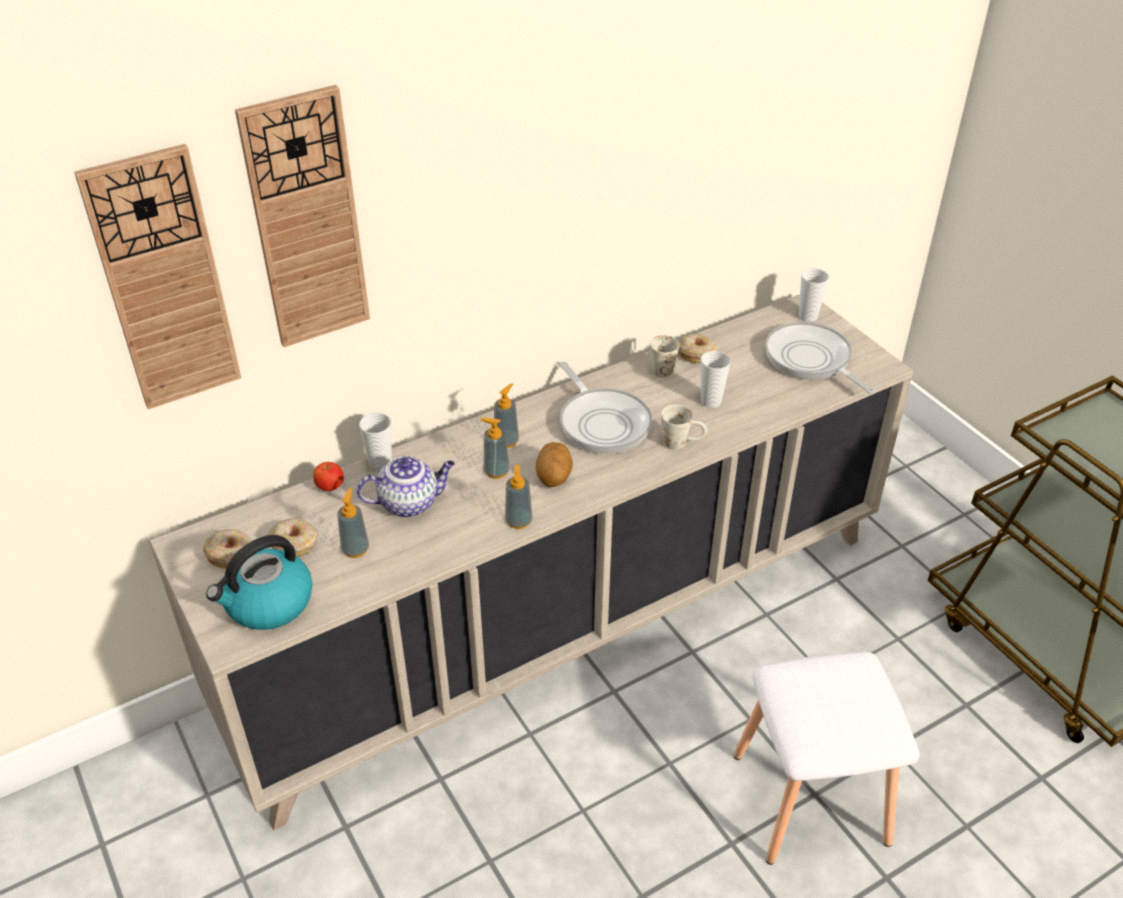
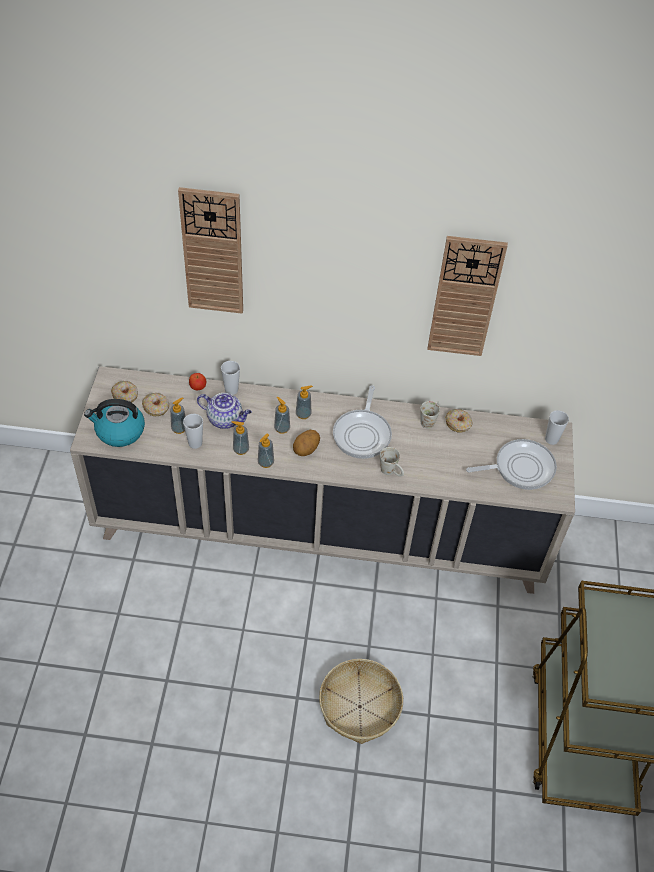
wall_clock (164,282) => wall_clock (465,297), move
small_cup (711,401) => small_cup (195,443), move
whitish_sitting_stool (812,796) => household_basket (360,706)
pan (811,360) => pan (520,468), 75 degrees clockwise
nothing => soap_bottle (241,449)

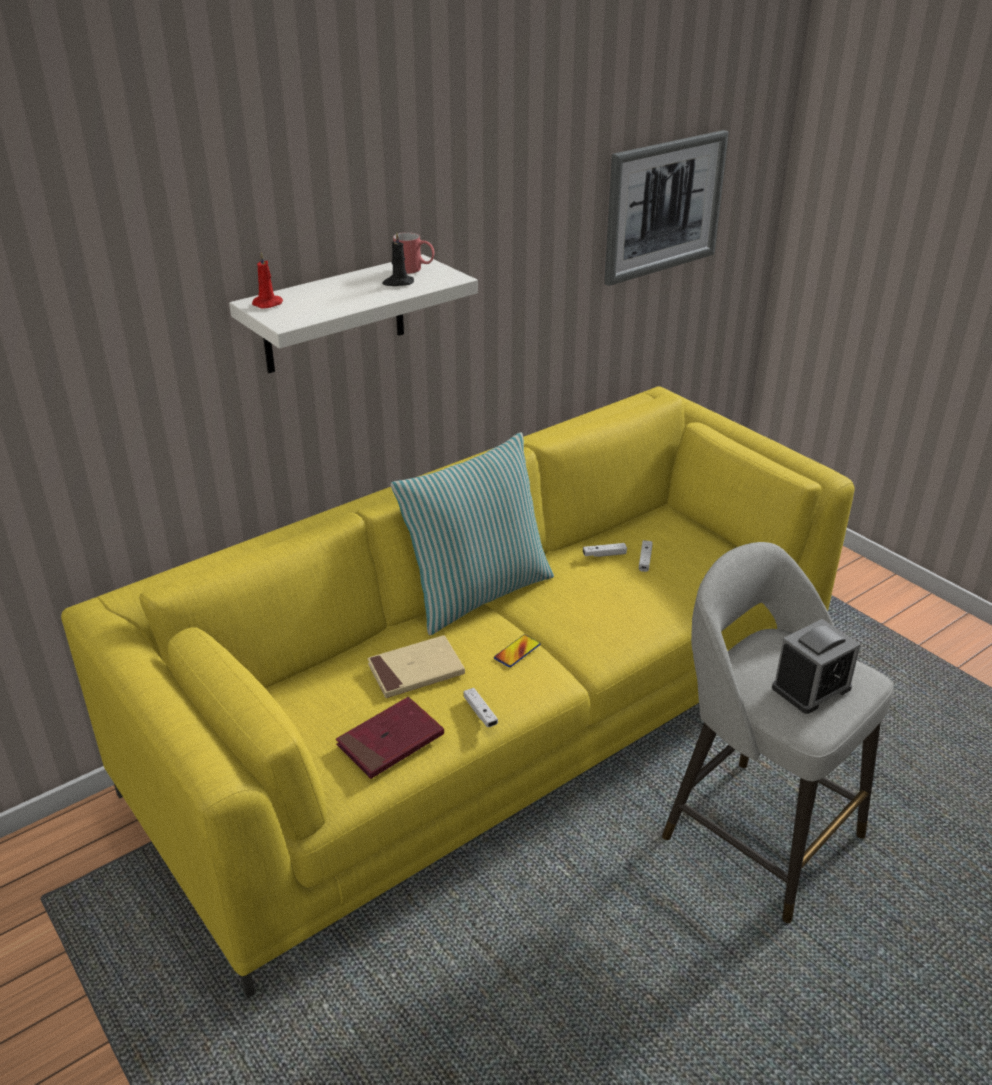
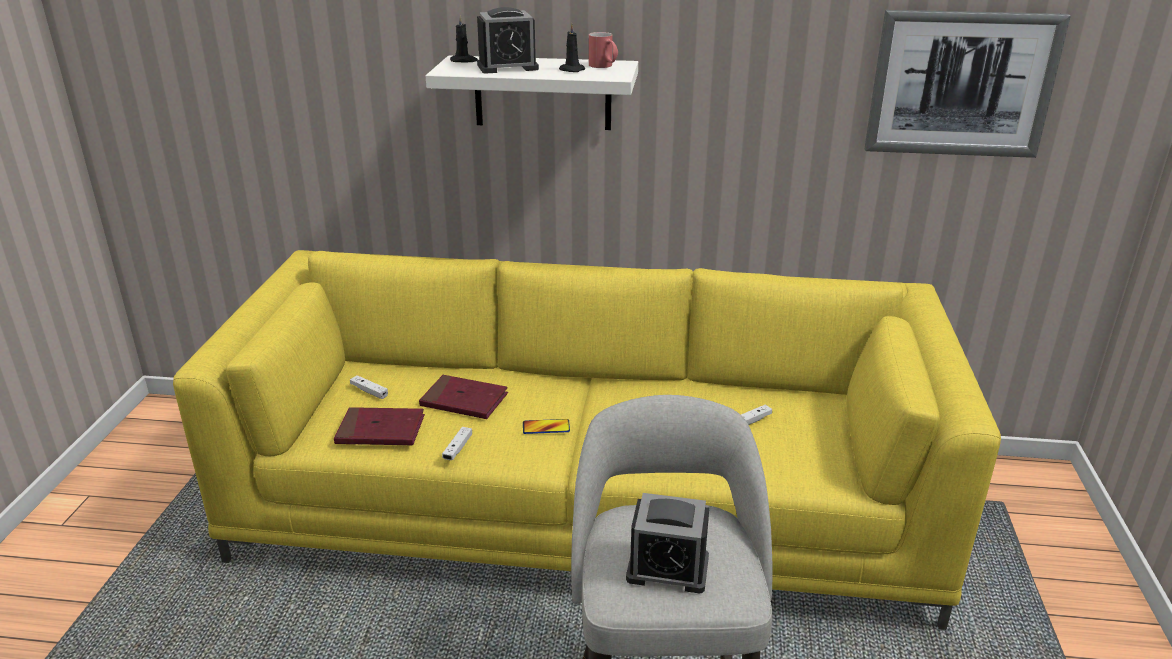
reddish_wax_candle (268,304) => blackish_wax_candle (464,61)
sand-coloured_bound_book (416,670) => reddish_bound_book (464,401)
cushion (477,592) => nothing
whitish_joypad (604,554) => whitish_joypad (369,391), move
nothing => bedside_clock (507,67)

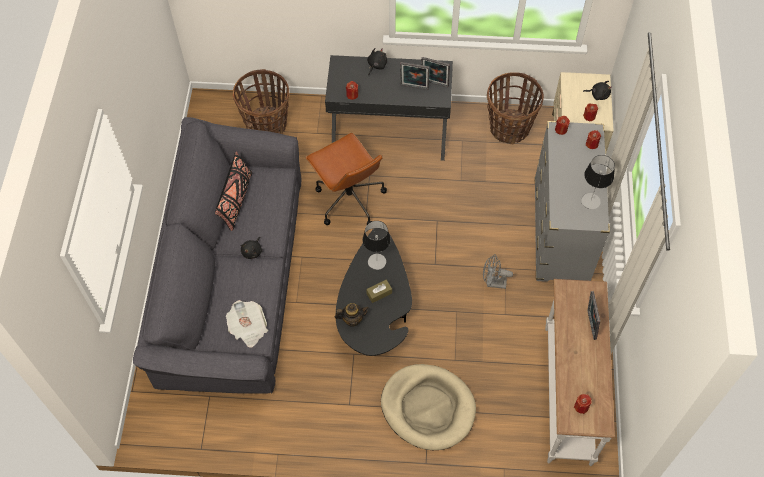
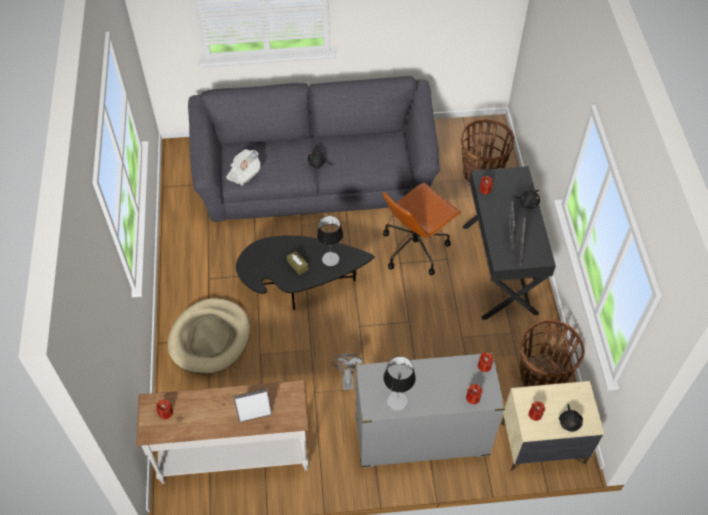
blackish_cushion (236,200) => nothing
teapot (352,319) => nothing

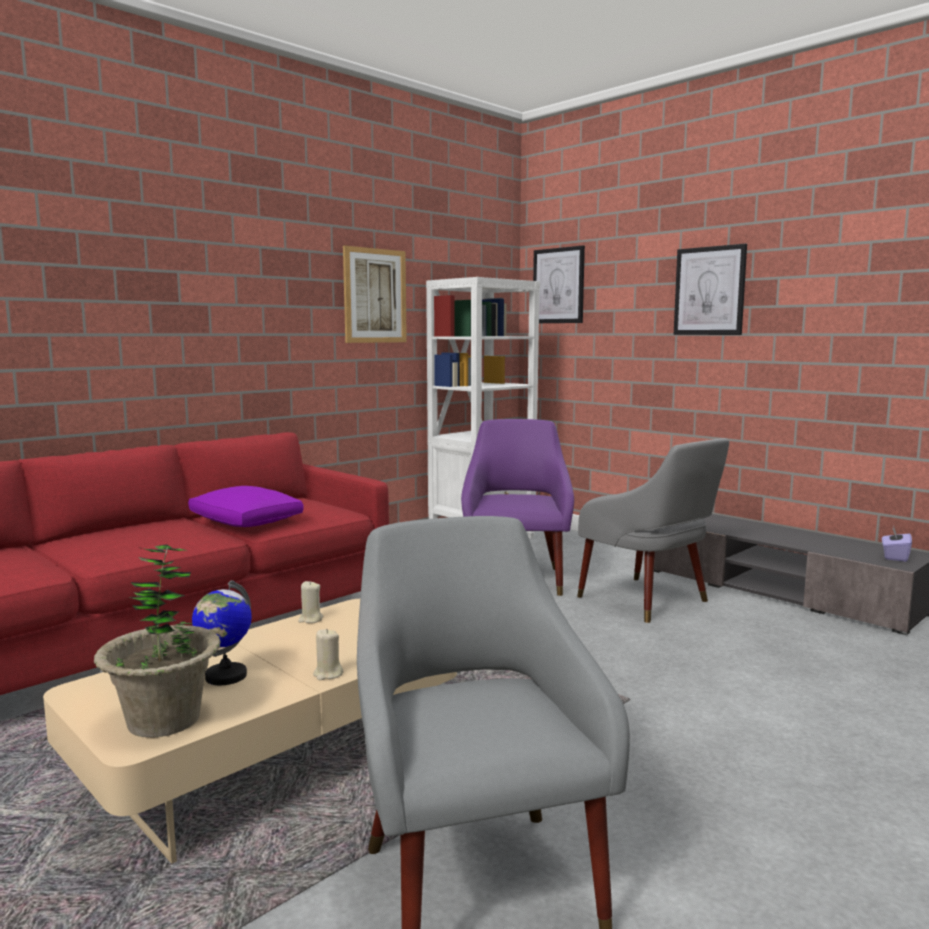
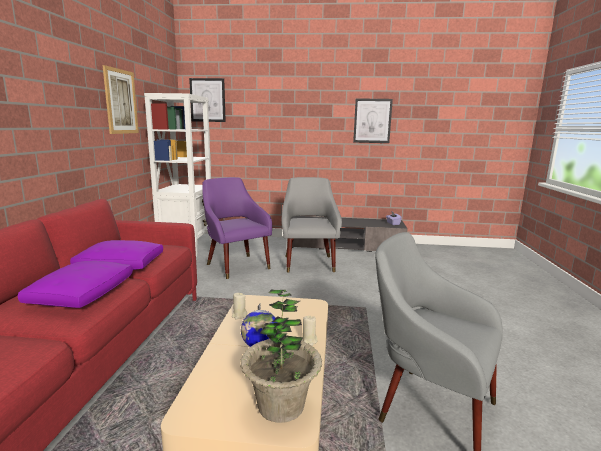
greyish_lounge_chair (649,601) => greyish_lounge_chair (309,262), 105 degrees counterclockwise
wall_art (709,291) => wall_art (372,121), move
nothing => purple_cushion (83,295)

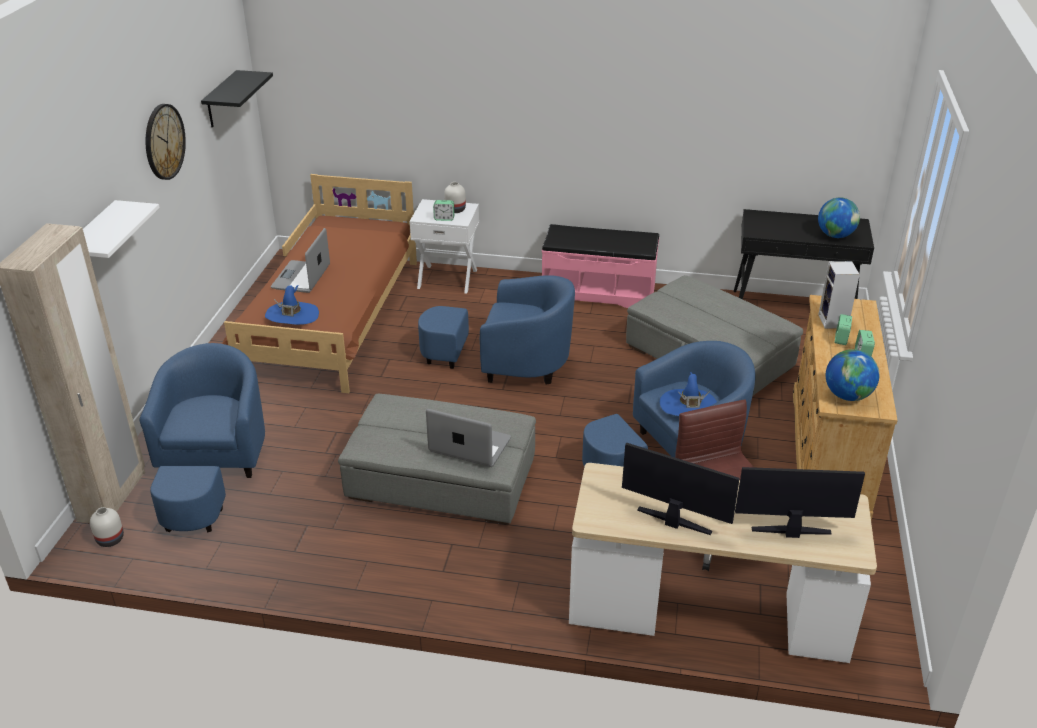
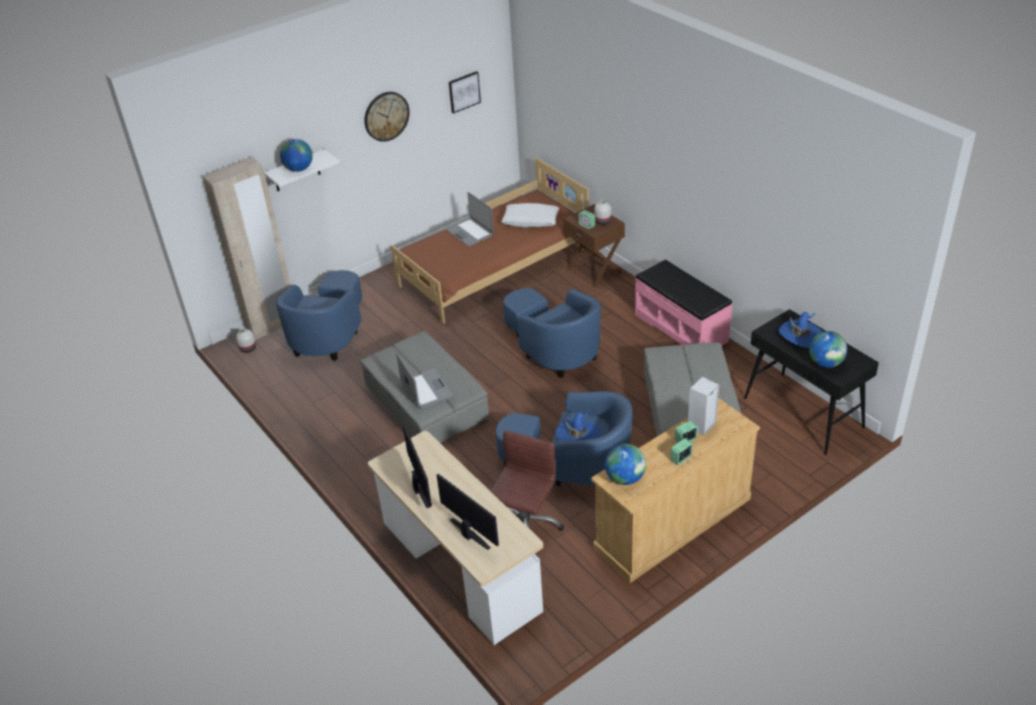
bluish_lounge_chair (211,470) => bluish_lounge_chair (328,334), 150 degrees clockwise
blackish_bracket_shelf (221,100) => wall_art (464,91)
bluish_clothing_hat (292,316) => bluish_clothing_hat (801,335), move
portable_computer (302,277) => portable_computer (470,232), 90 degrees counterclockwise
whitish_bedside_table (447,278) => brownish_bedside_table (595,270)
nothing => world_globe (299,169)
nothing => whitish_cushion (530,221)

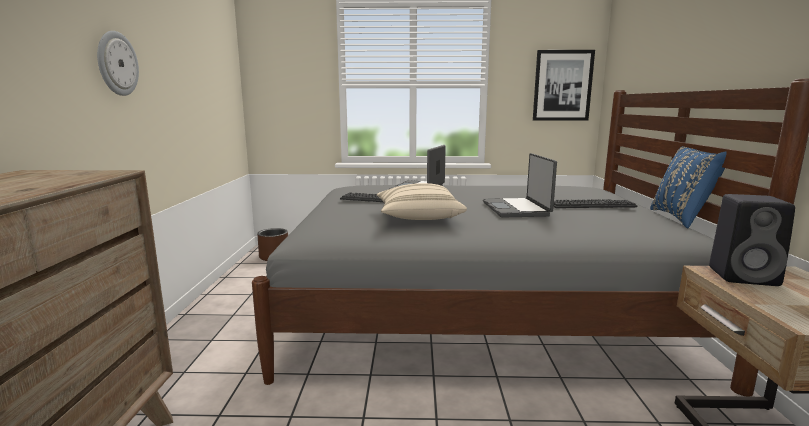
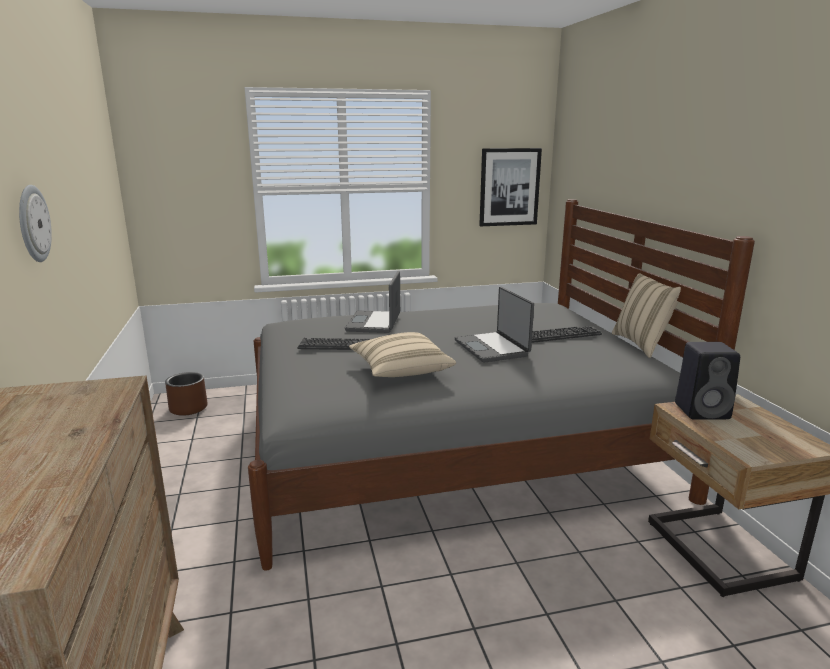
bluish_cushion (682,218) => sand-coloured_cushion (642,344)

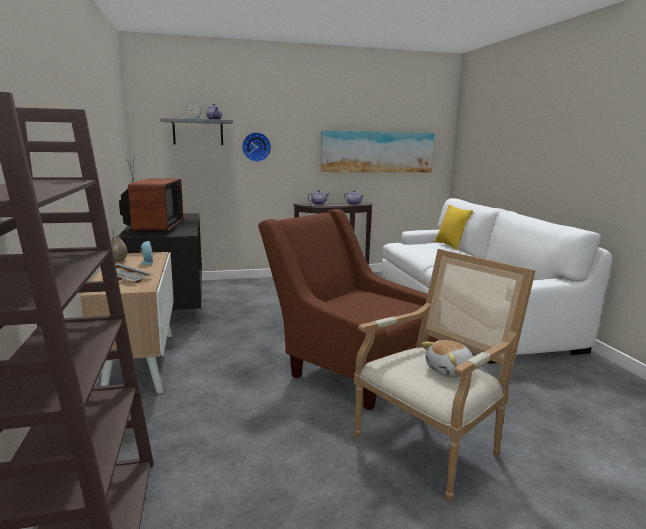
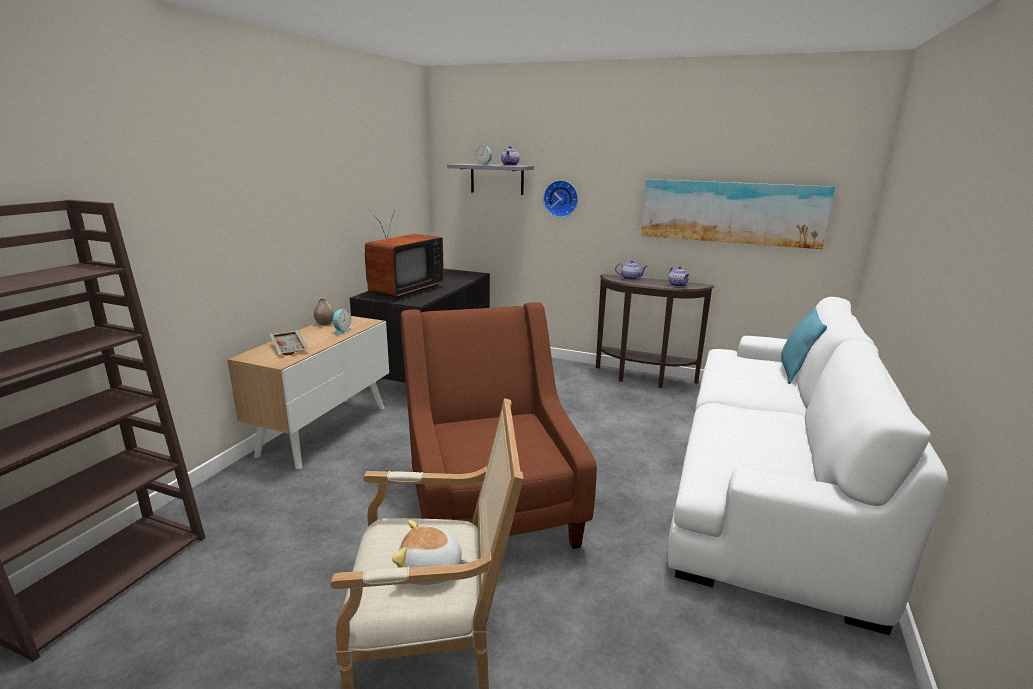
yellow_cushion (450,245) => turquoise-coloured_cushion (795,373)

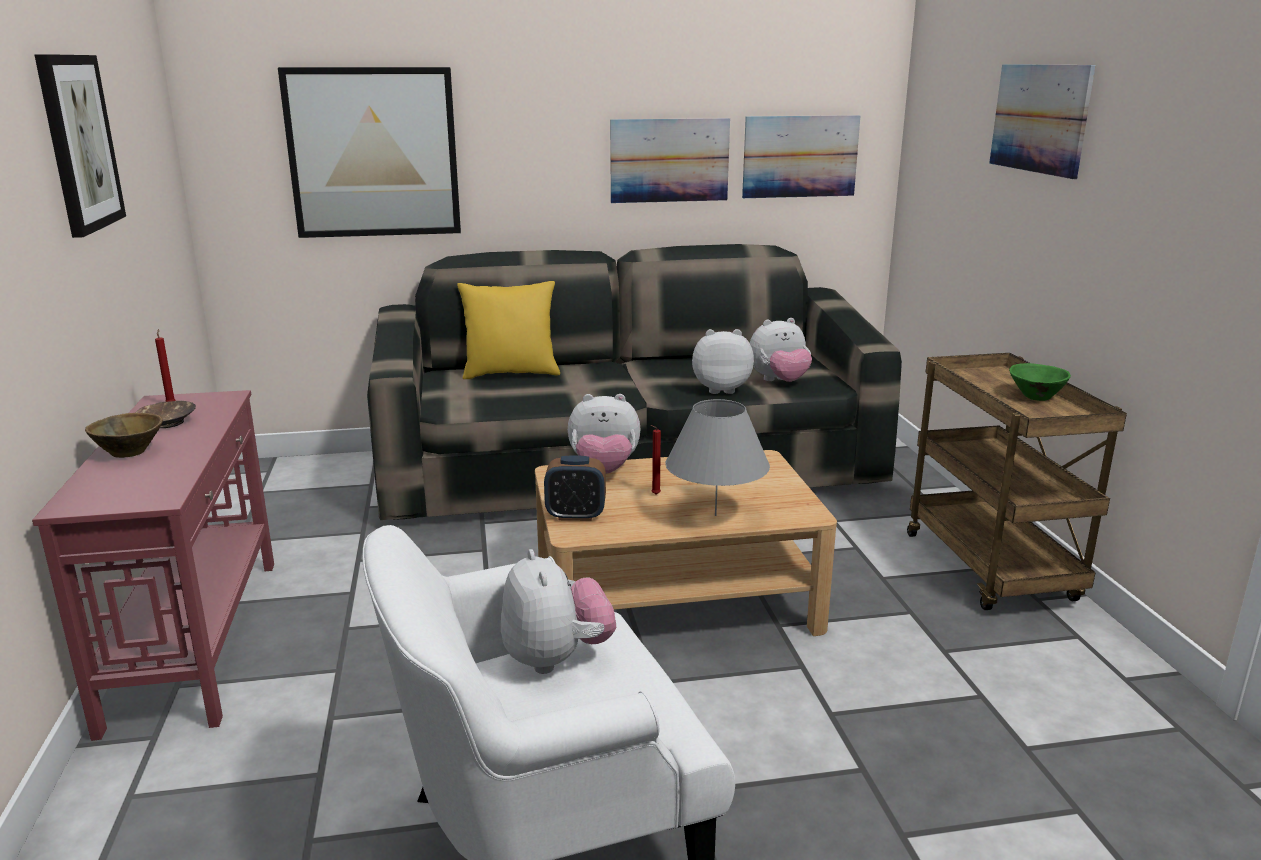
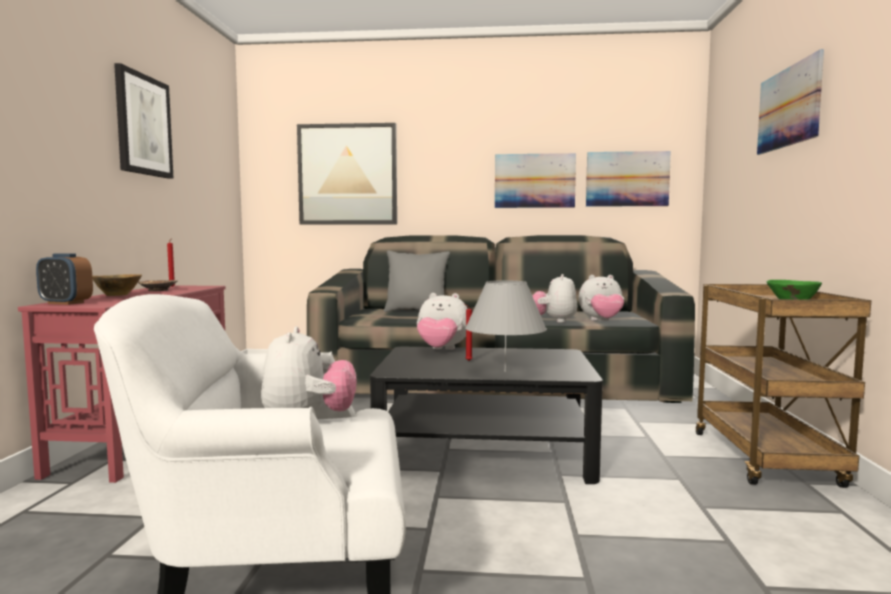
yellow_cushion (511,373) => greyish_cushion (417,311)
sand-coloured_coffee_table (675,597) => blackish_coffee_table (485,450)
bedside_clock (575,515) => bedside_clock (66,303), move
soft_toy (720,389) => soft_toy (554,321), 90 degrees counterclockwise

